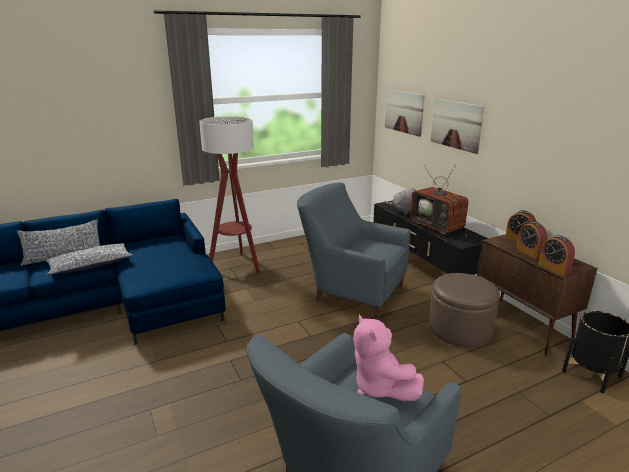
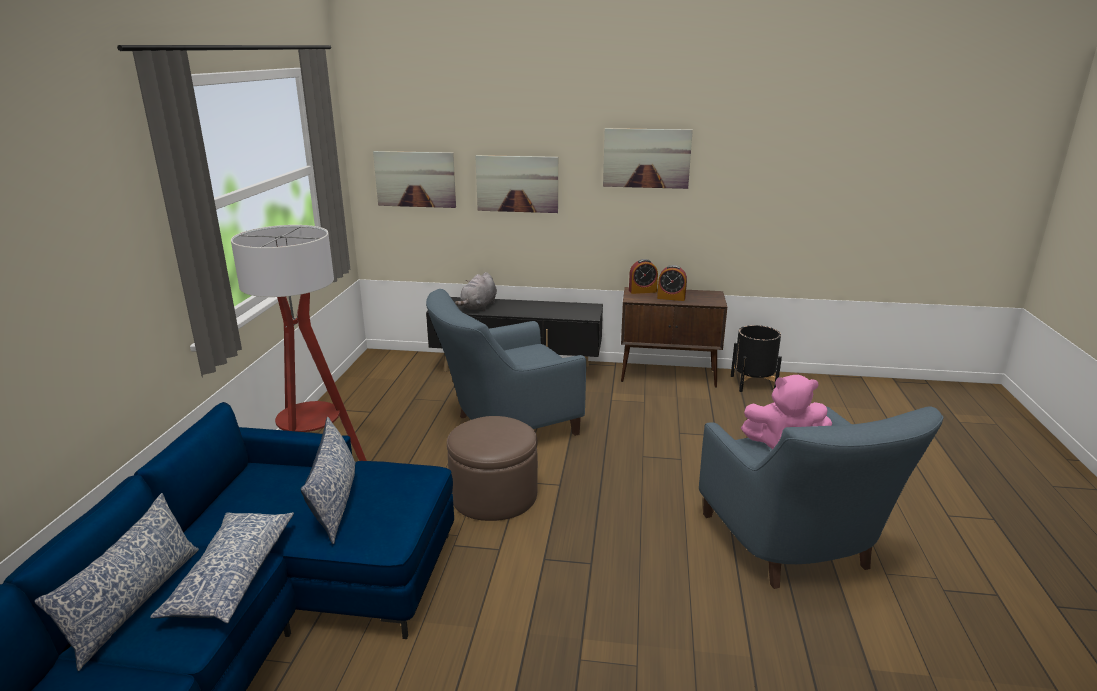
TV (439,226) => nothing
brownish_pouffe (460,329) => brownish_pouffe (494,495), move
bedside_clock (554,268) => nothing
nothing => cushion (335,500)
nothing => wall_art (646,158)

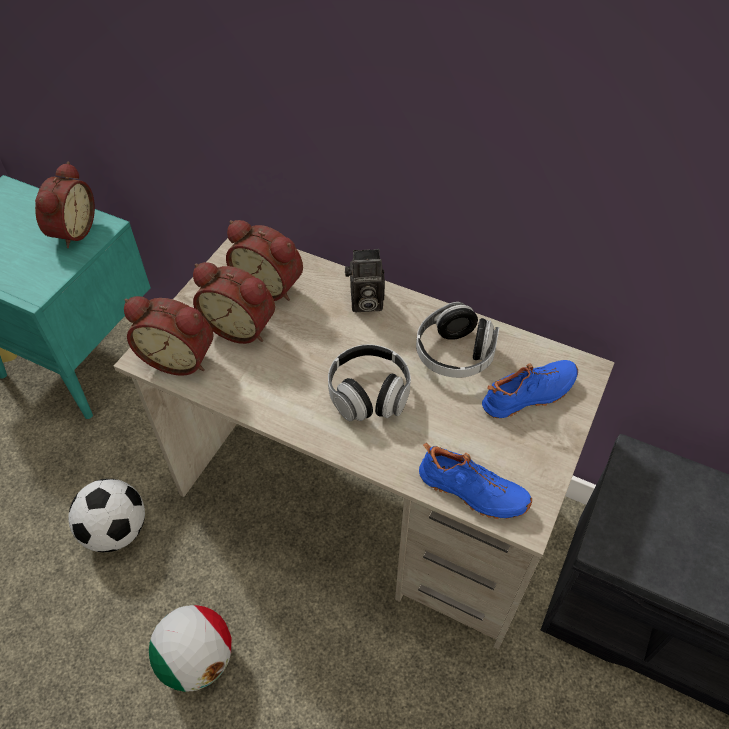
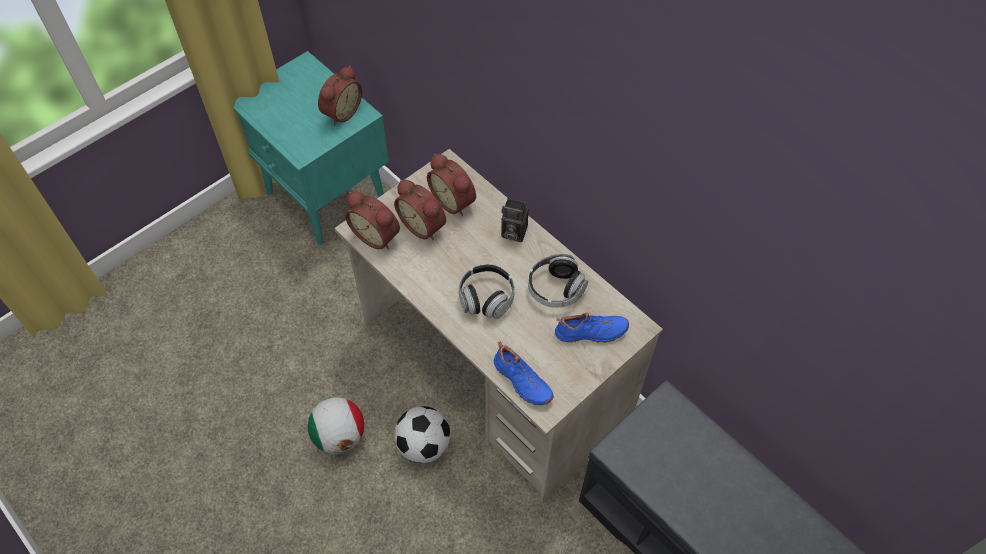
football (116,530) => football (424,445), move

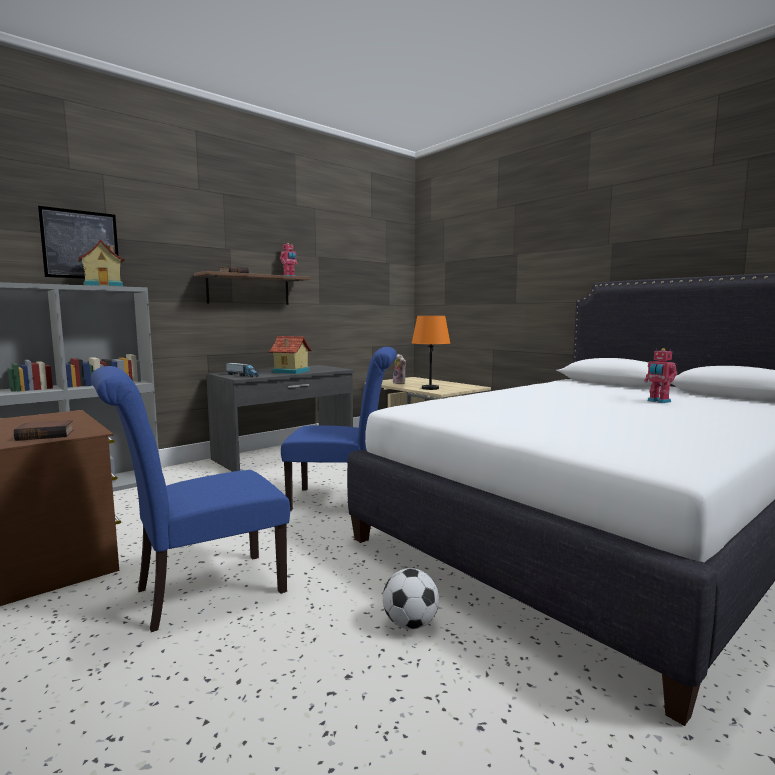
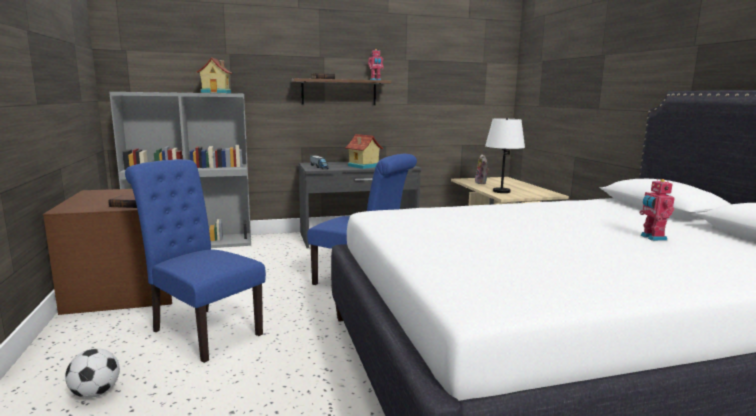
wall_art (80,244) => nothing
bluish_chair (201,592) => bluish_chair (202,331), 45 degrees clockwise
football (410,624) => football (95,393), move
orange_tabletop_lamp (430,388) => whitish_tabletop_lamp (501,191)

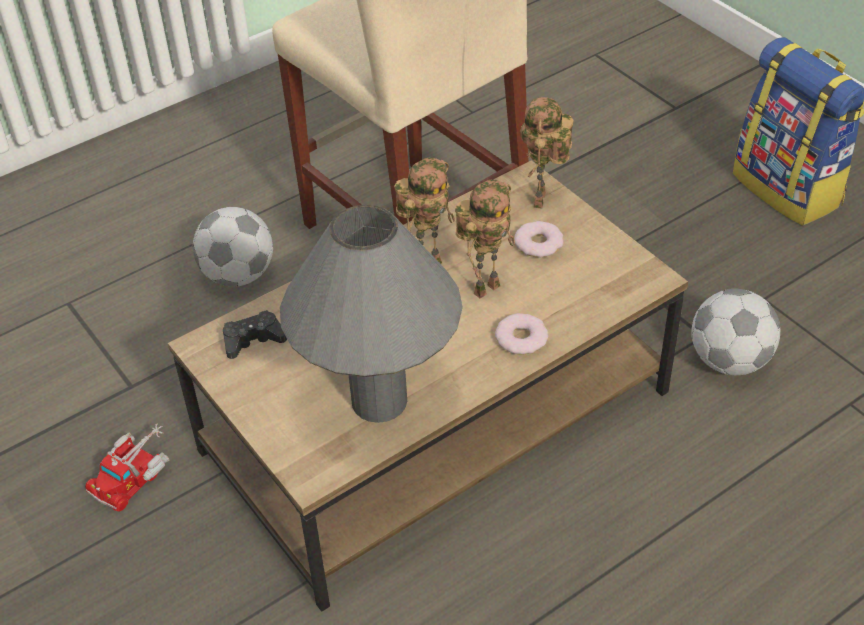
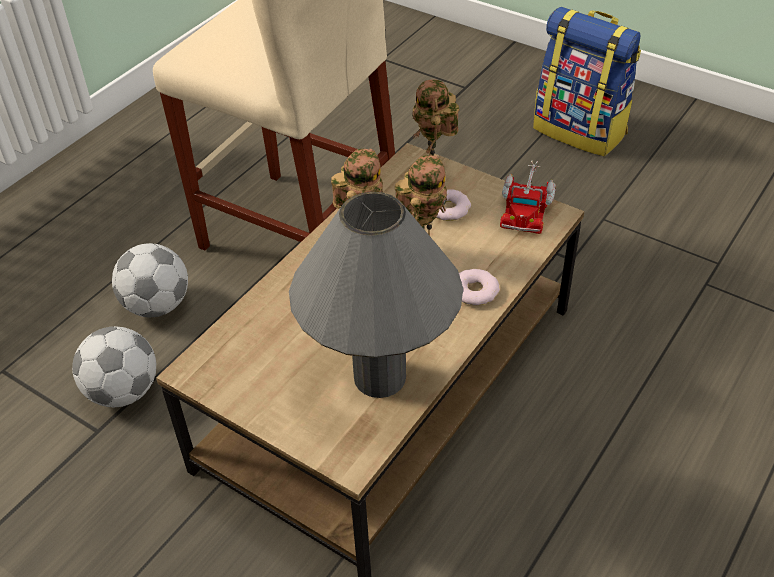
toy_lorry (133,473) => toy_lorry (526,207), move
blackish_joypad (253,340) => nothing
football (729,361) => football (124,392), move

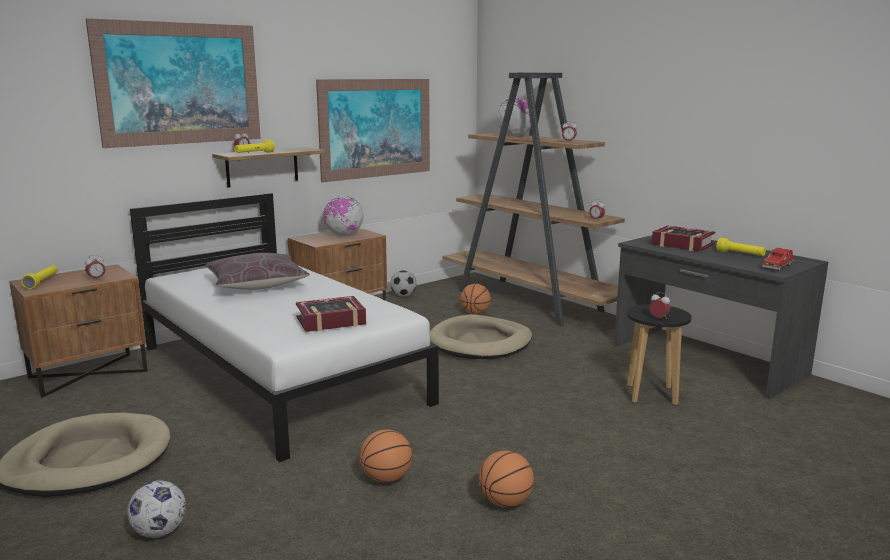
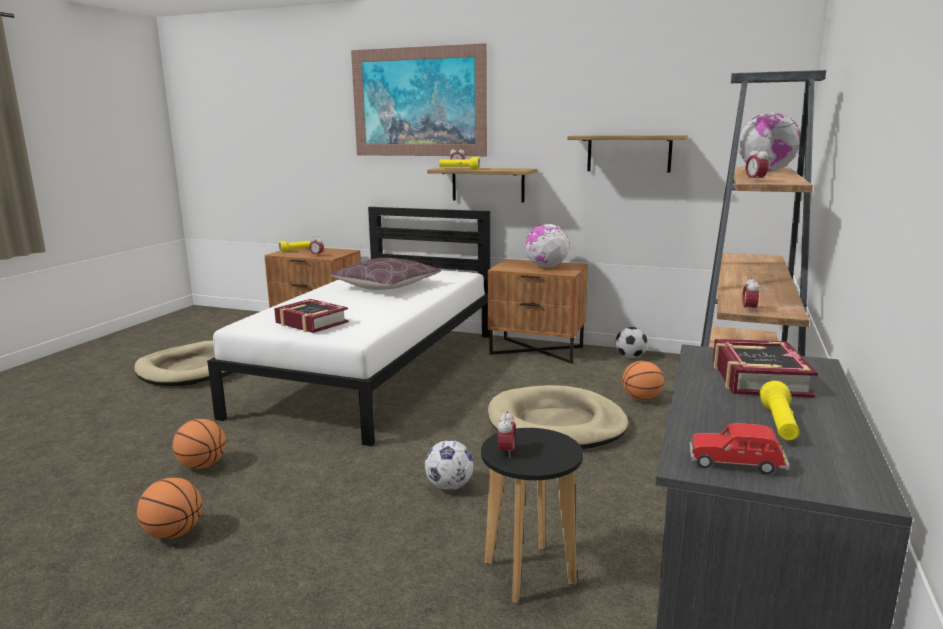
football (160,532) => football (449,486), move
wall_art (376,128) => bracket_shelf (629,153)

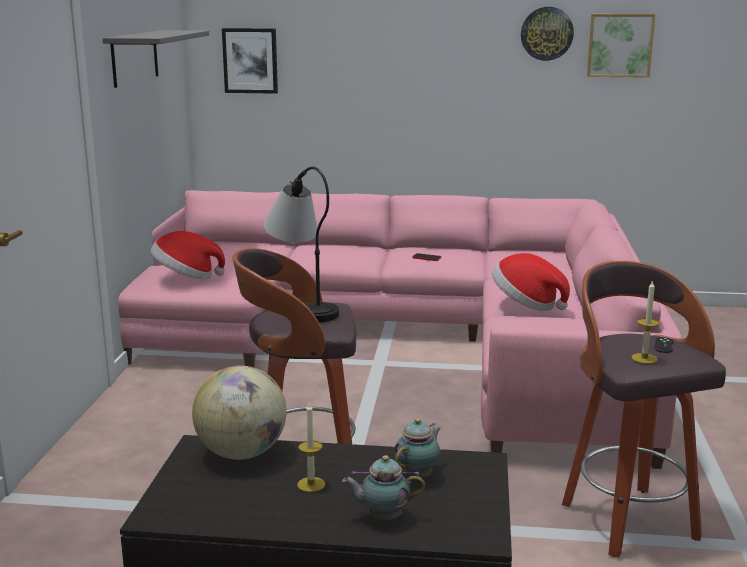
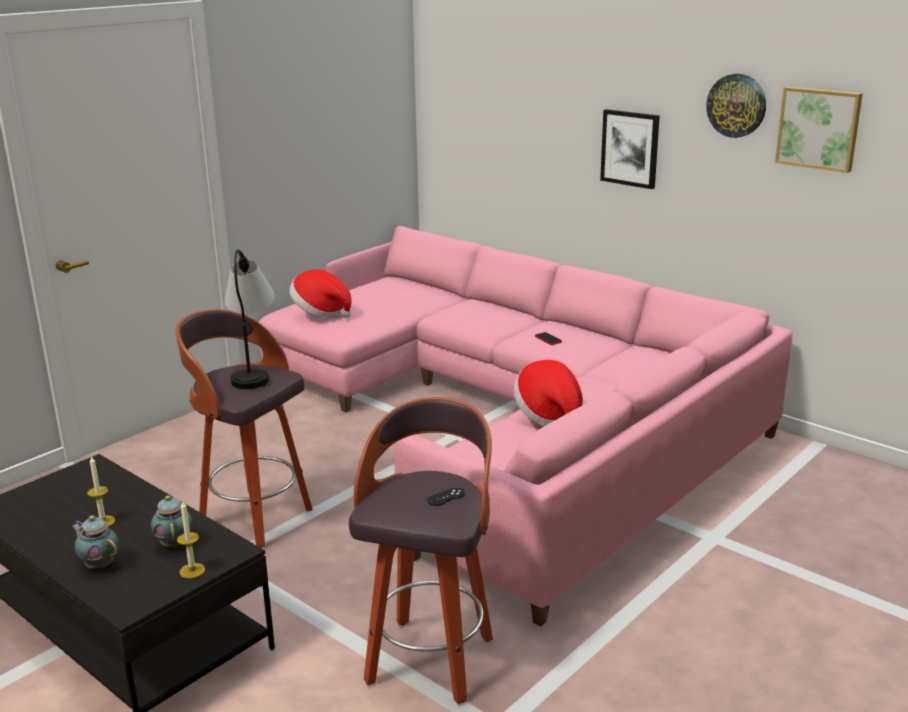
greyish_bracket_shelf (135,57) => nothing
world_globe (242,453) => nothing
wall_art (250,60) => wall_art (630,148), move
teapot (418,475) => teapot (175,543), 90 degrees counterclockwise
wax_candle (644,358) => wax_candle (192,570), move

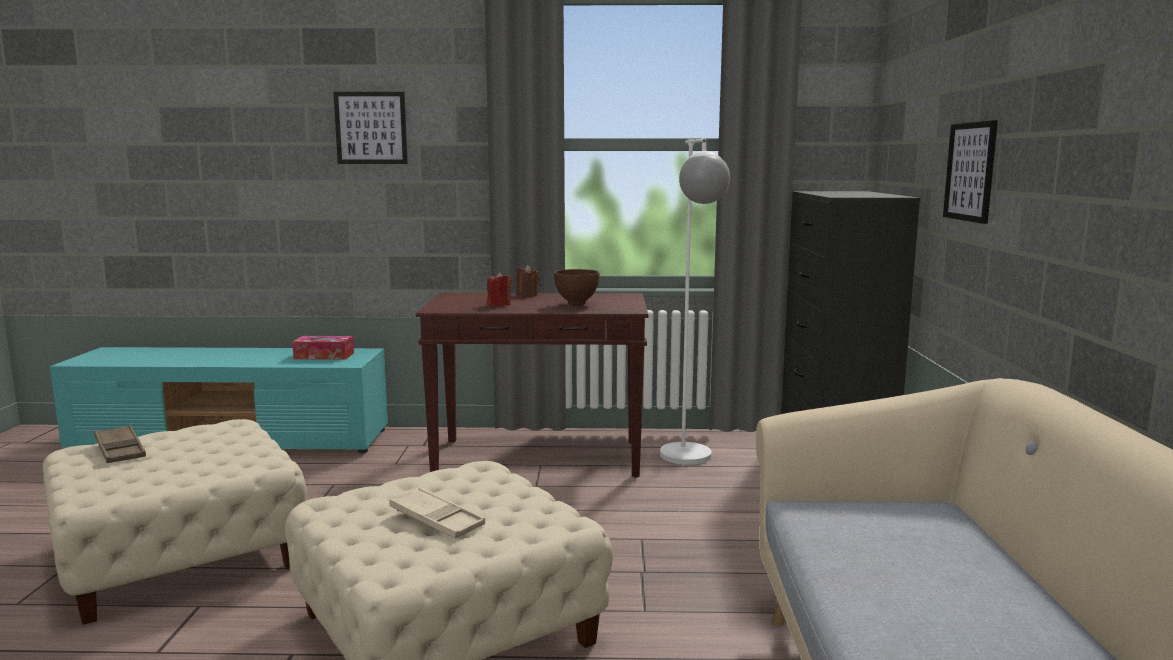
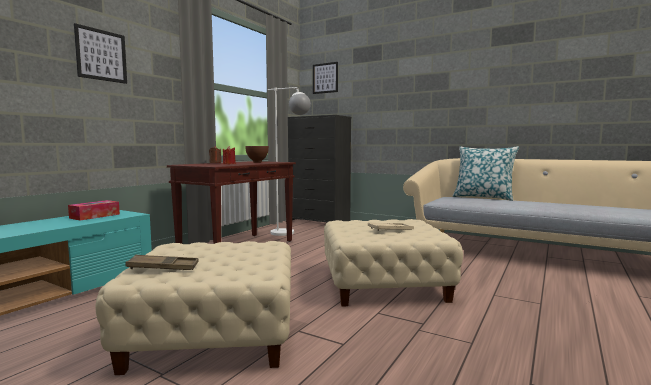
wall_art (970,171) => wall_art (325,78), move
nothing => cushion (483,197)

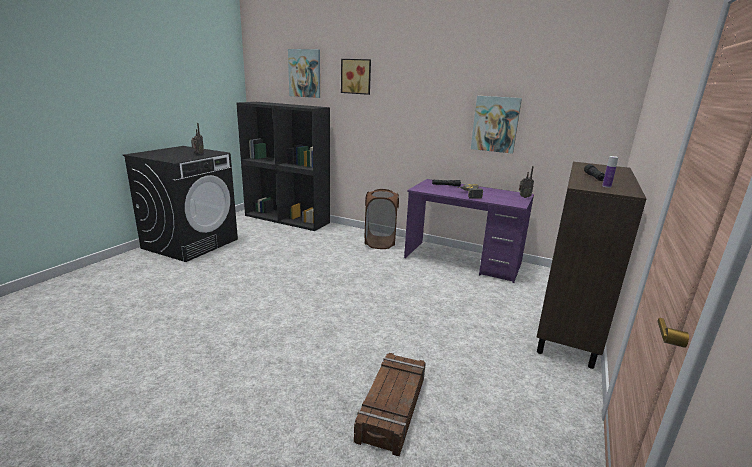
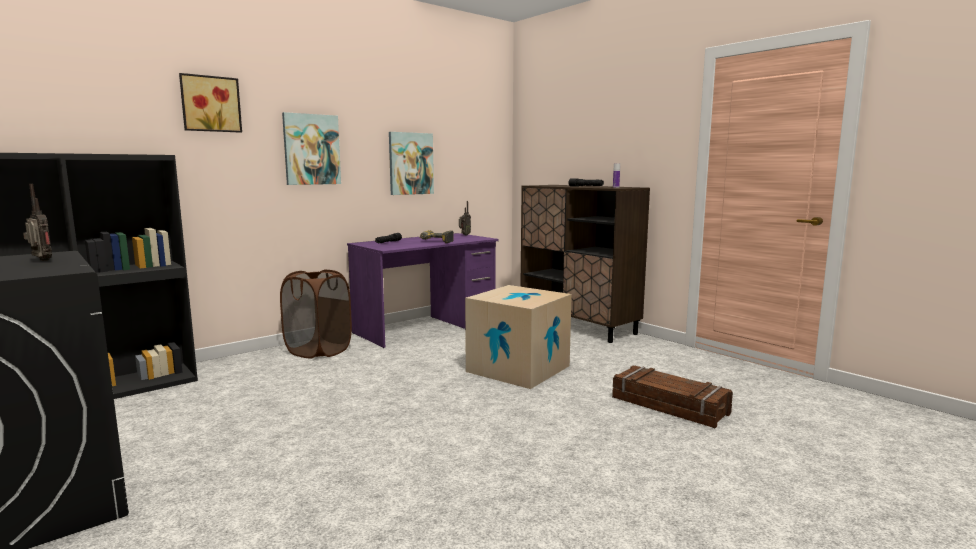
wall_art (305,73) => wall_art (311,149), move
nothing => cardboard_box (518,369)

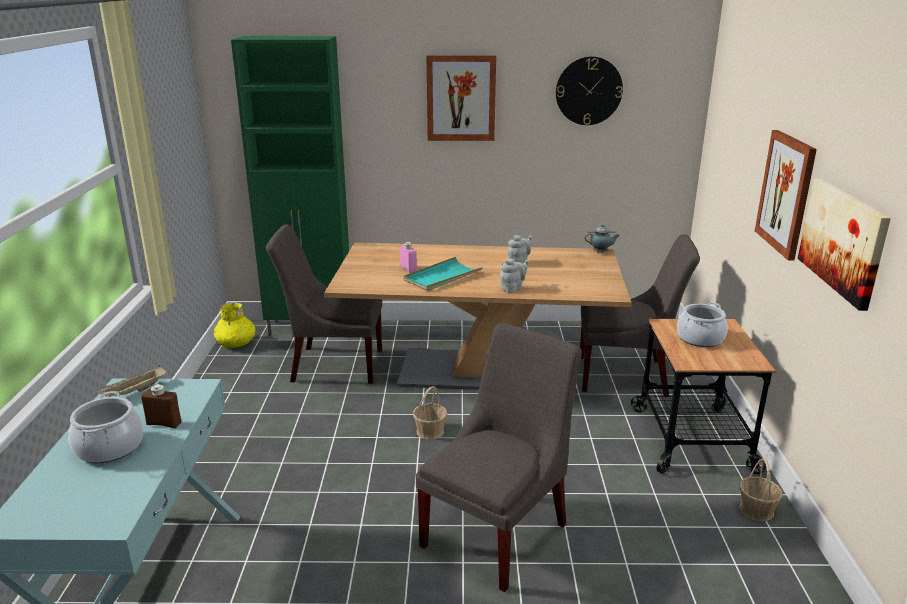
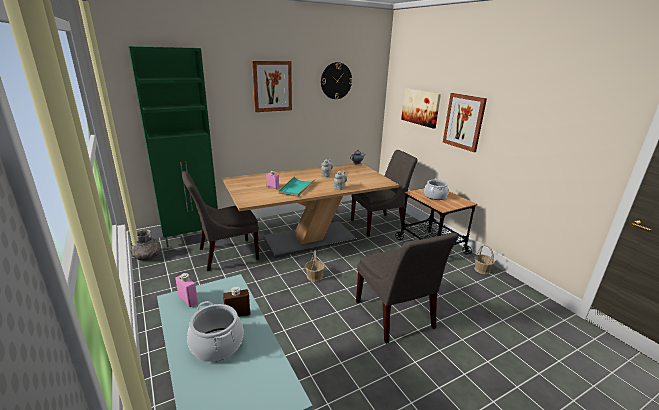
sand-coloured_carrying_tray (134,392) => pink_beverage_bottle (188,300)
yellow_vase (236,343) => greyish_vase (147,256)
greyish_chair (499,531) => greyish_chair (395,317), 150 degrees clockwise
wall_art (843,240) => wall_art (420,107), move

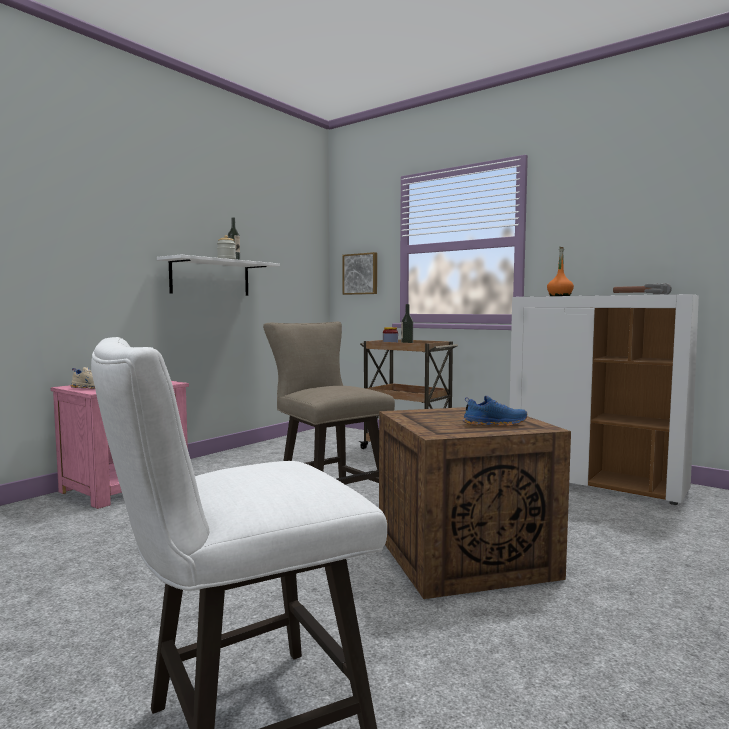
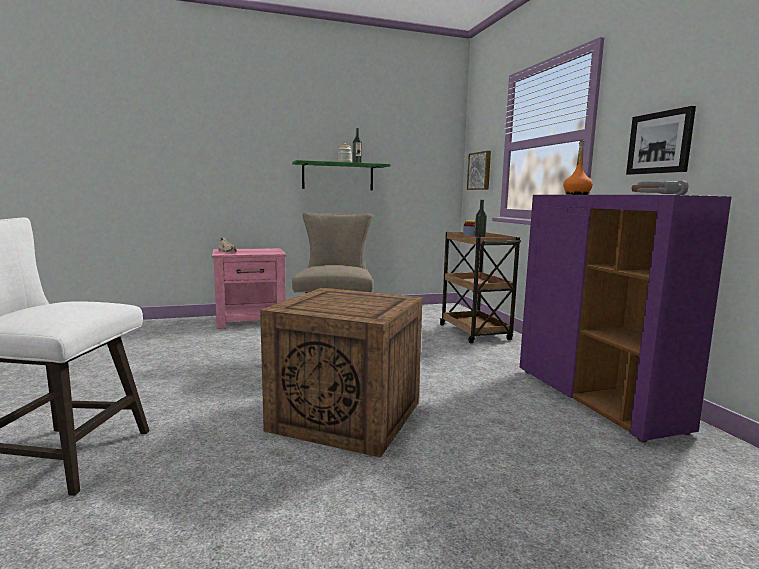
whitish_bracket_shelf (210,278) => greenish_bracket_shelf (338,176)
bluish_low_shoe (494,424) => nothing
whitish_storage_cabinet (595,482) => purple_storage_cabinet (596,399)
nothing => wall_art (660,143)

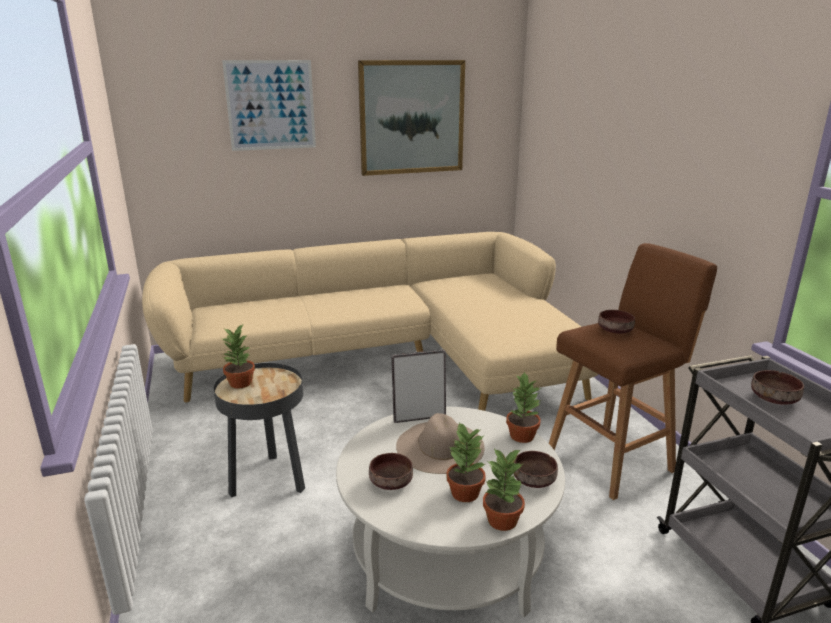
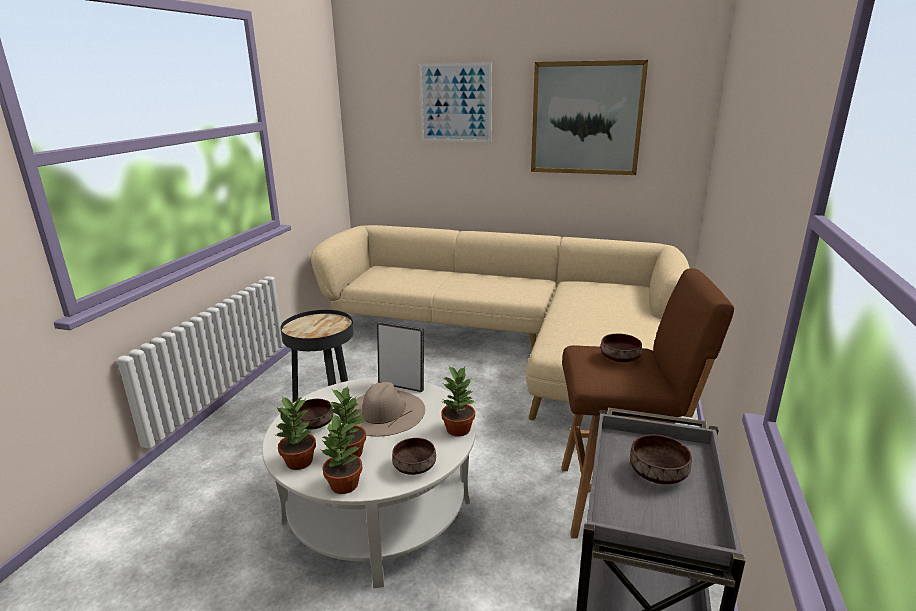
potted_plant (241,383) => potted_plant (299,462), move

